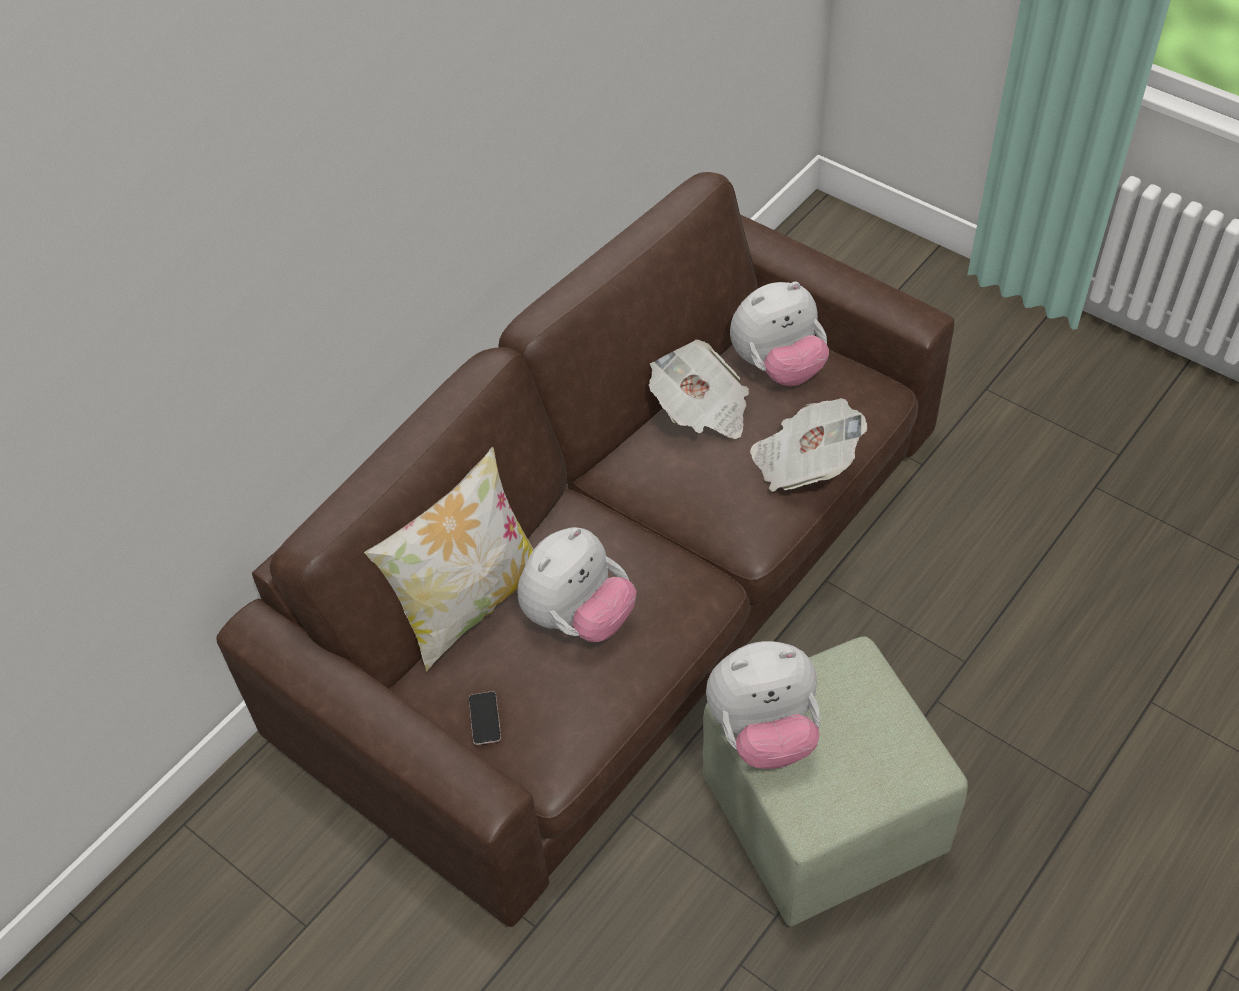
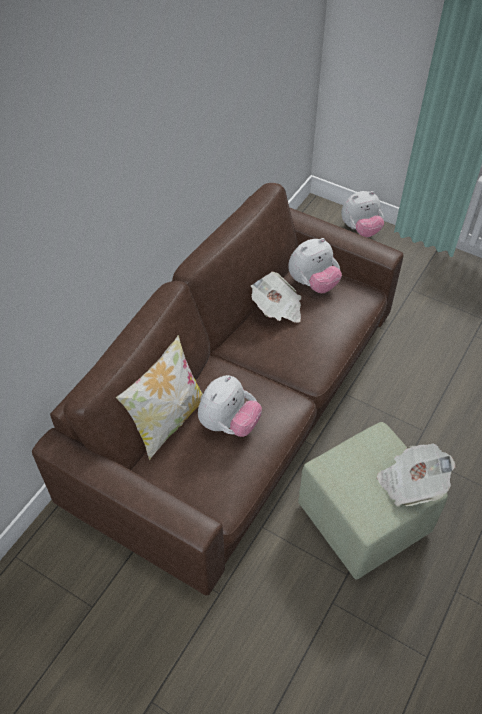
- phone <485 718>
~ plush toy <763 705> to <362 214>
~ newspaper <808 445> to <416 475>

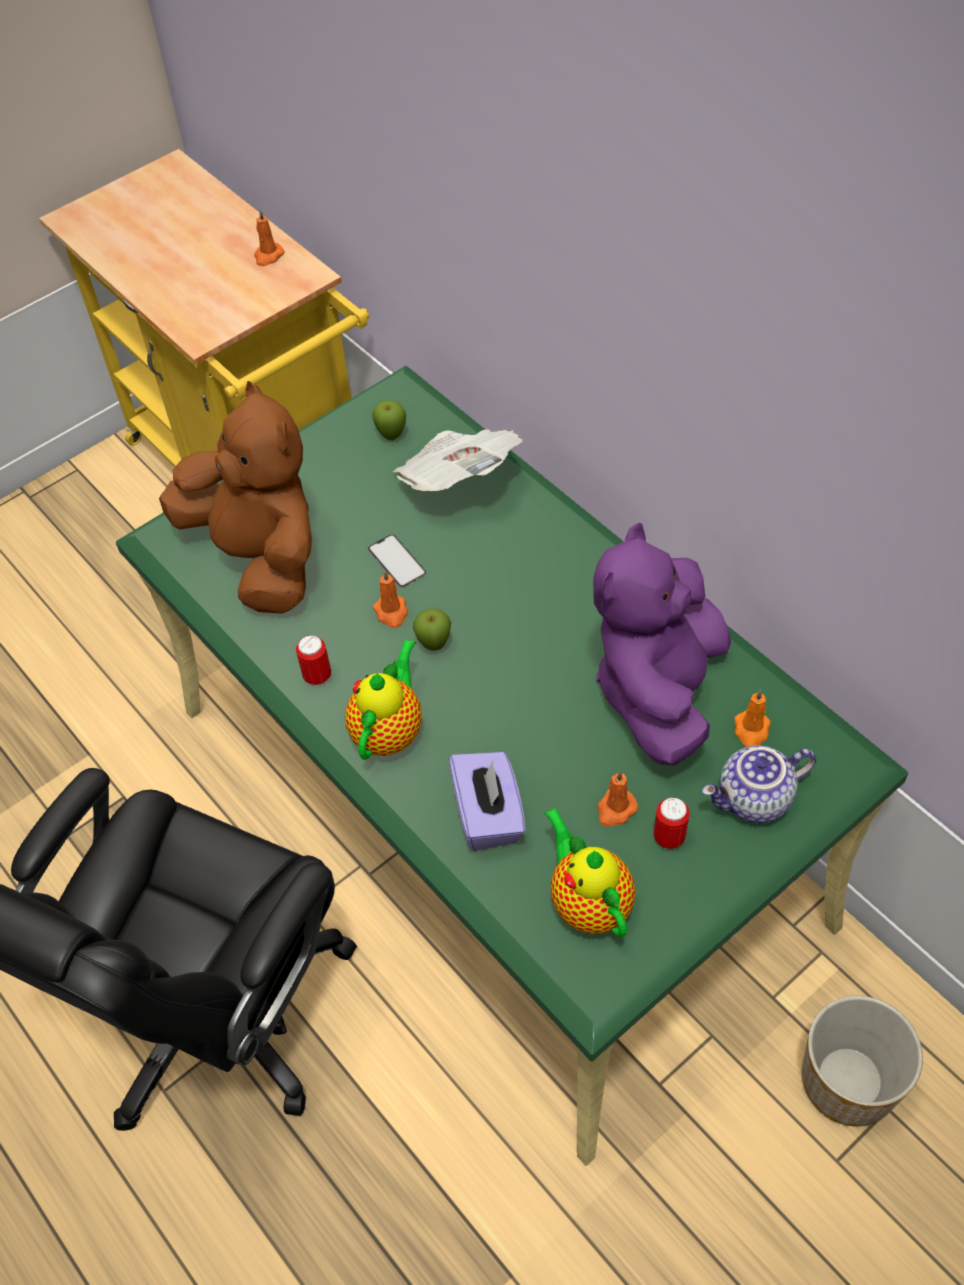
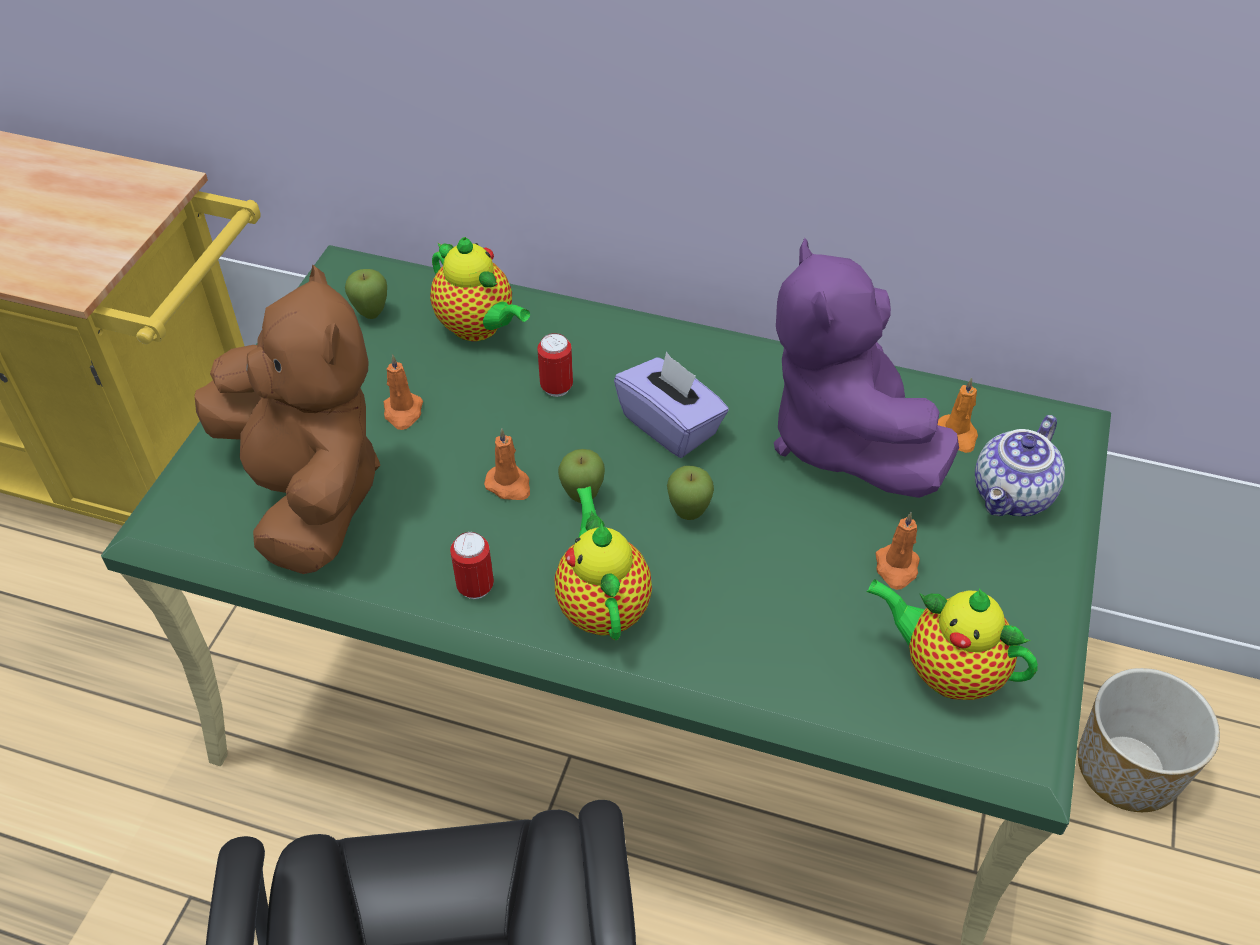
- phone <397 561>
+ apple <690 493>
~ orange candle <269 238> to <403 392>
~ purple tissue box <487 801> to <671 405>
~ can <672 823> to <555 365>
~ newspaper <458 460> to teapot <480 289>
~ brown plush toy <235 497> = <287 419> 45 degrees clockwise

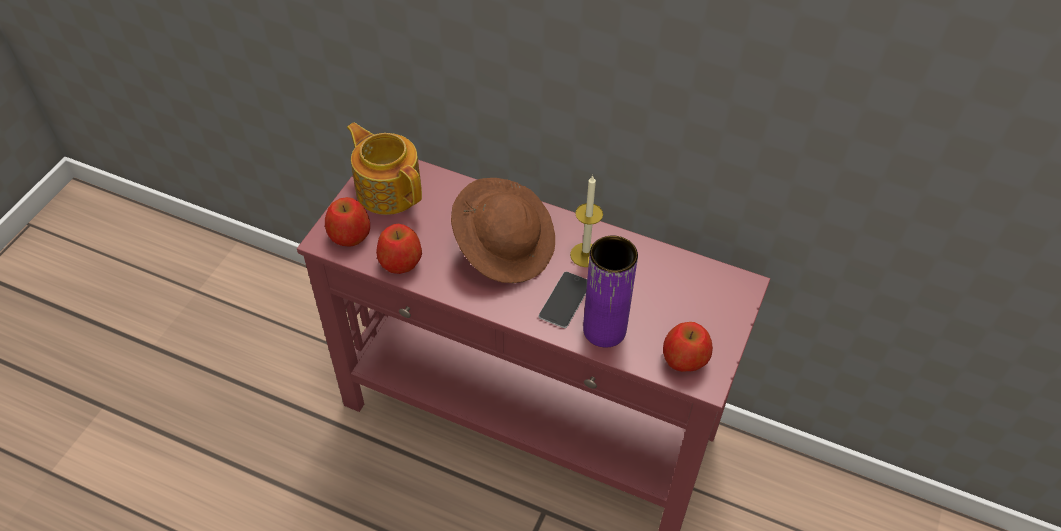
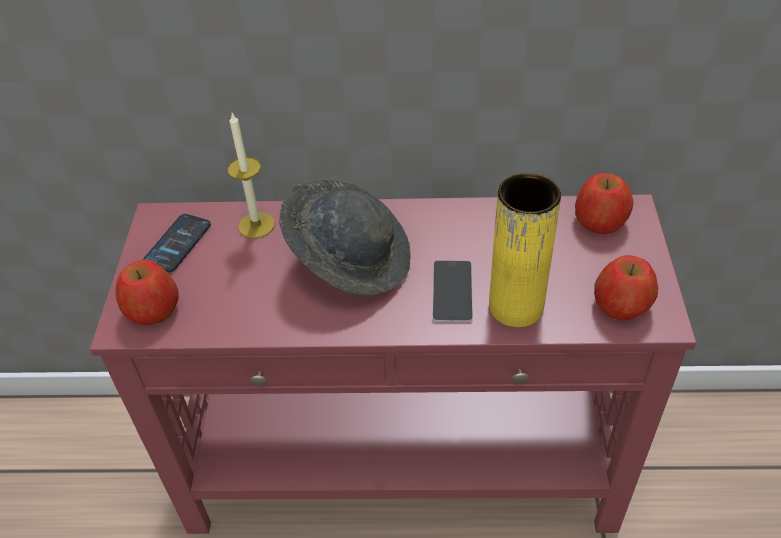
~ apple <399 249> to <604 203>
~ candle <586 221> to <251 176>
~ teapot <384 168> to phone <177 243>
~ brown hat <503 230> to grey hat <345 238>
~ purple vase <610 291> to yellow vase <525 250>

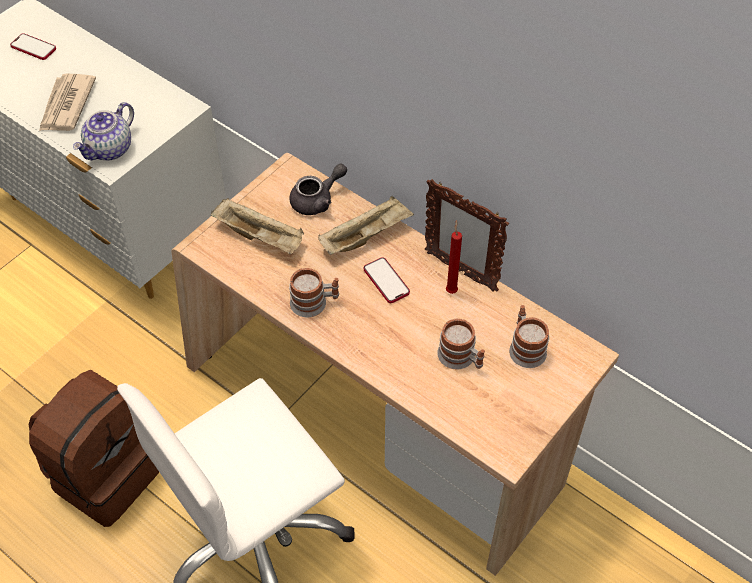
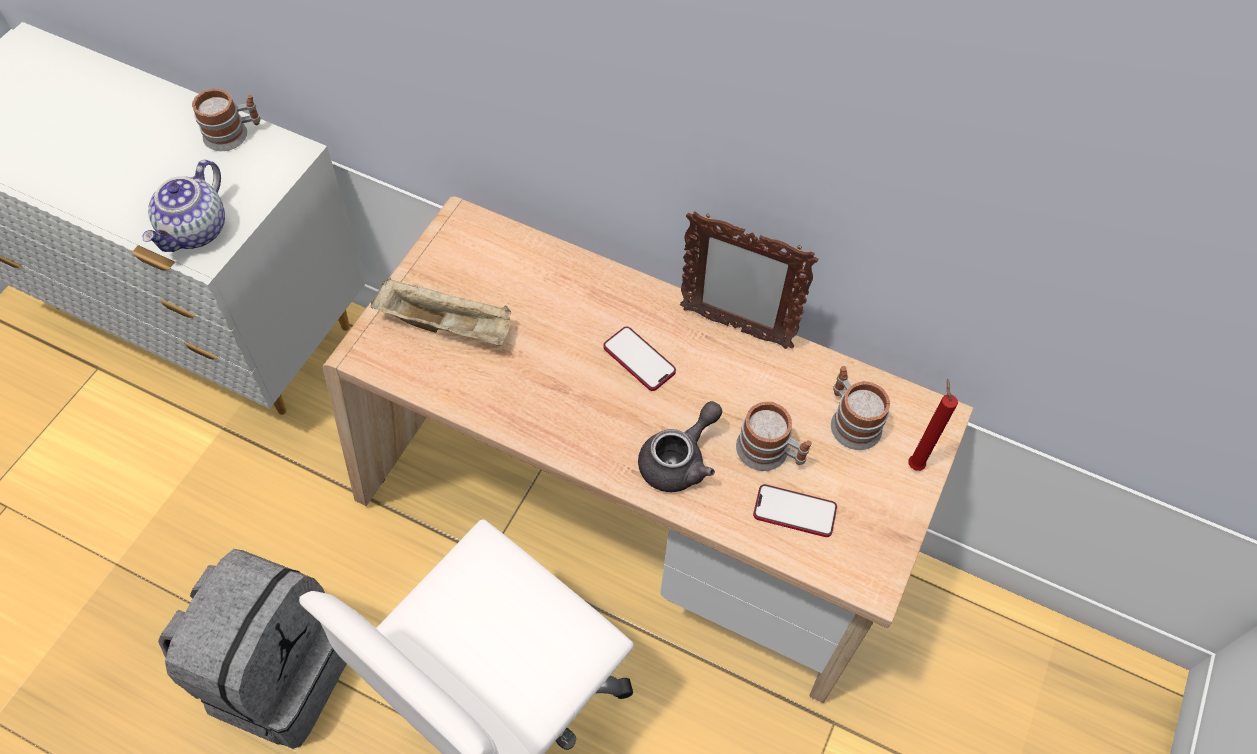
- newspaper <67 102>
- beige tray <366 225>
~ phone <33 46> to <795 510>
~ mug <314 292> to <226 120>
~ grey teapot <318 189> to <680 446>
~ red candle <454 257> to <933 424>
~ brown backpack <94 448> to grey backpack <252 649>

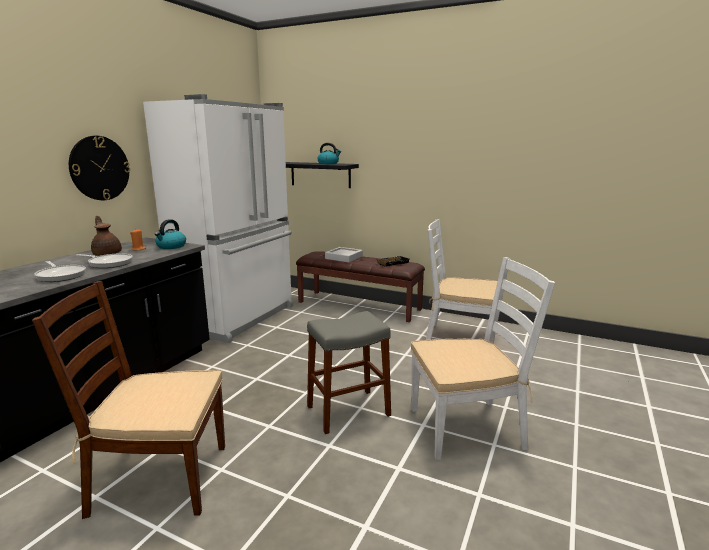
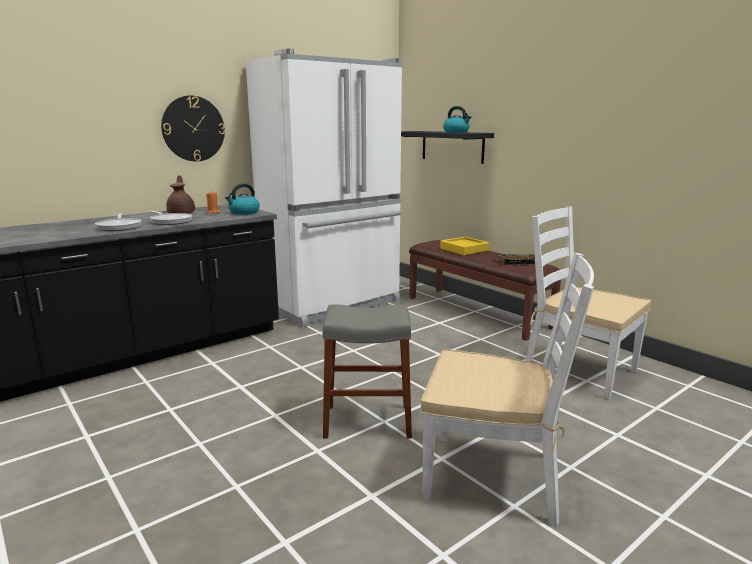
- brown chair <128 400>
~ grey tray <344 255> to yellow tray <464 246>

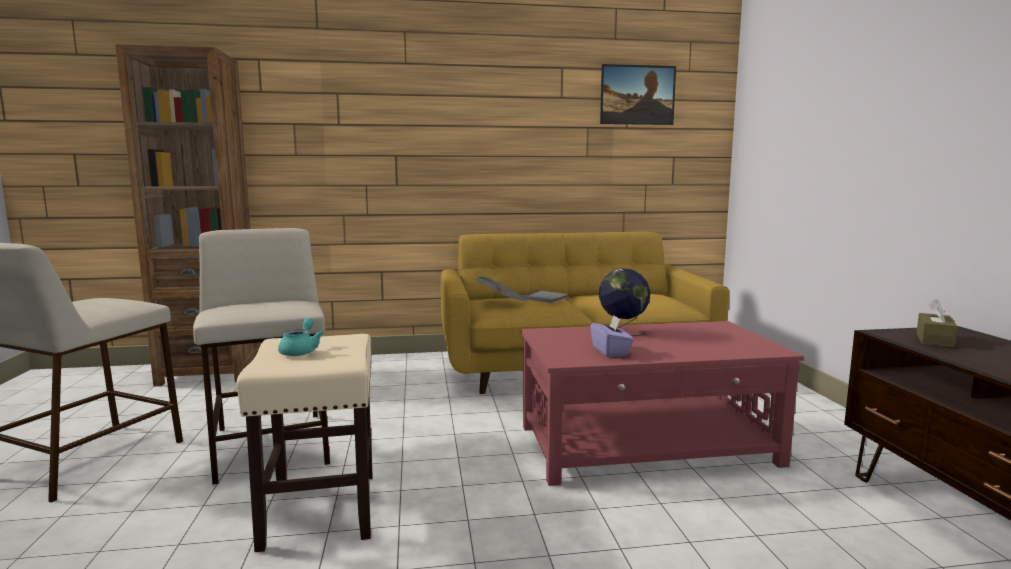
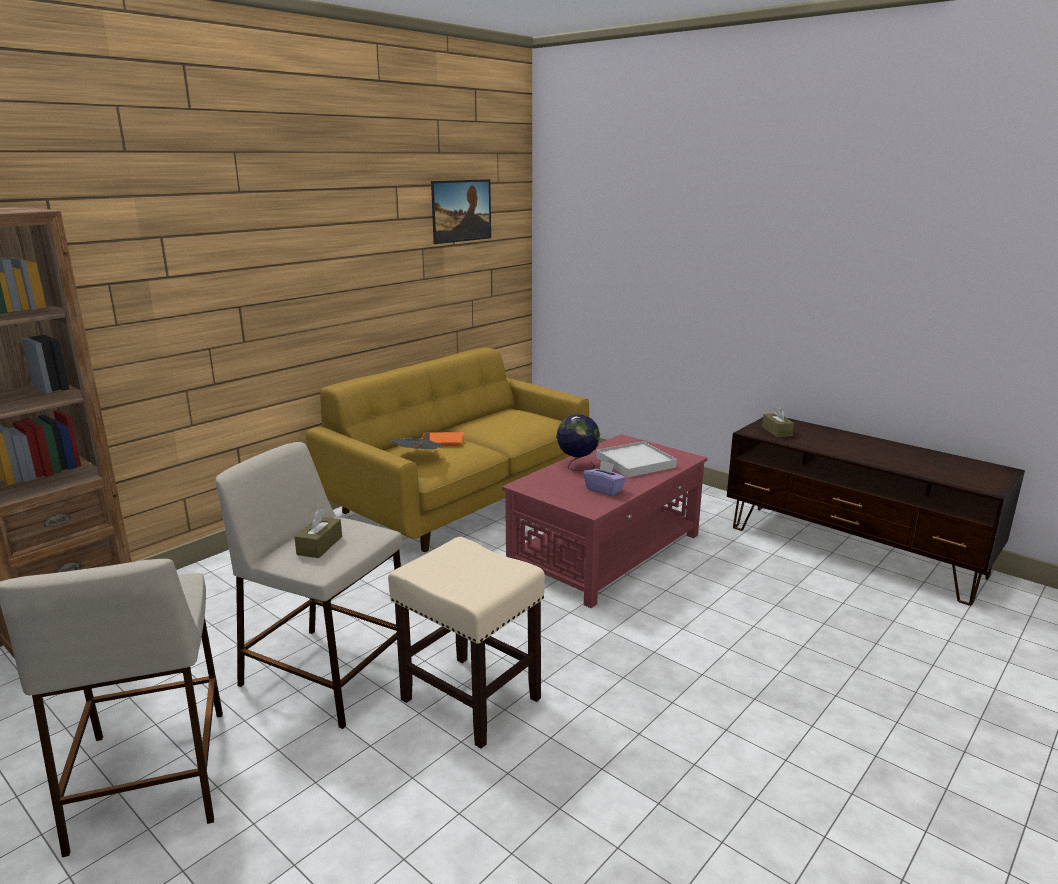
- turquoise teapot <301 337>
+ brown tissue box <318 533>
+ white tray <636 459>
~ grey book <544 296> to orange book <443 439>

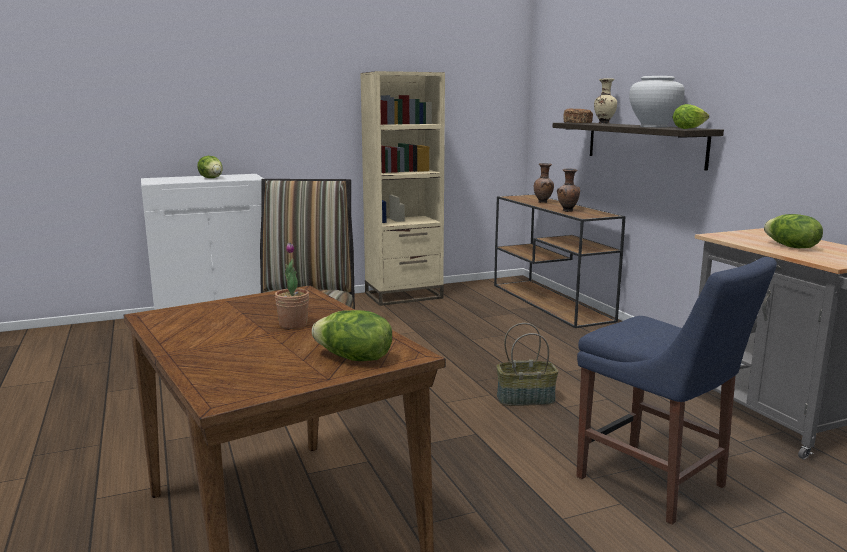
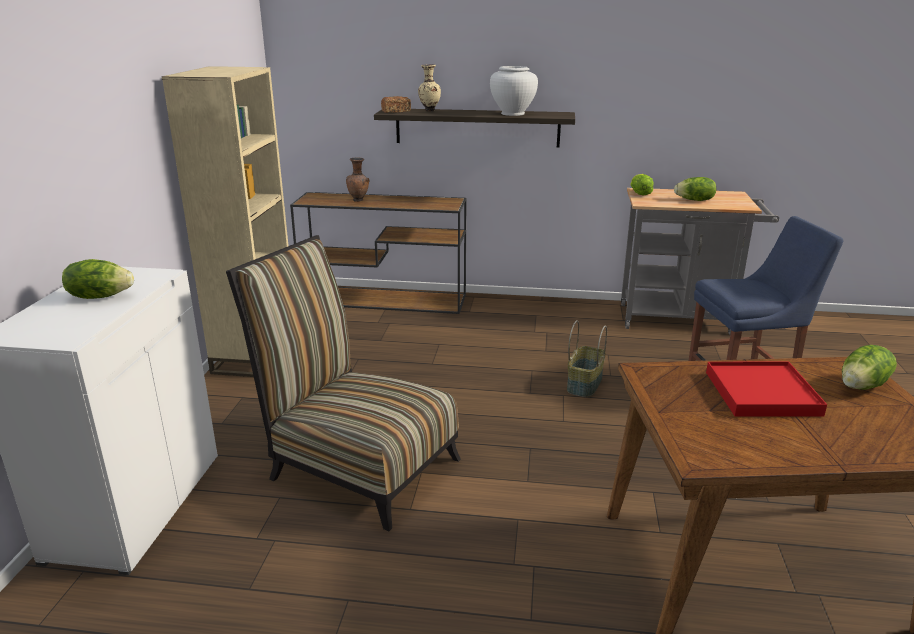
- brown vase <568 190>
~ lettuce <690 116> to <642 184>
~ potted plant <292 286> to red tray <766 389>

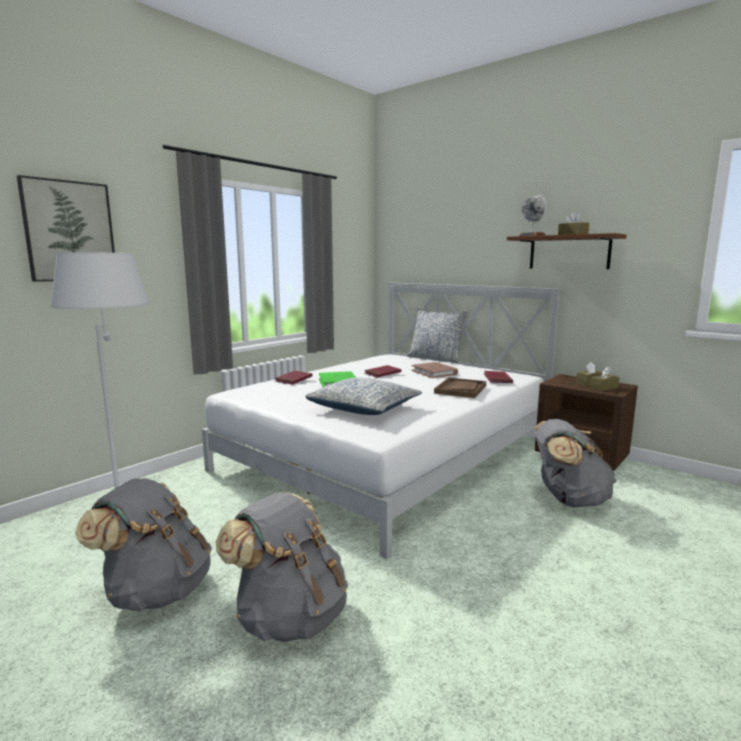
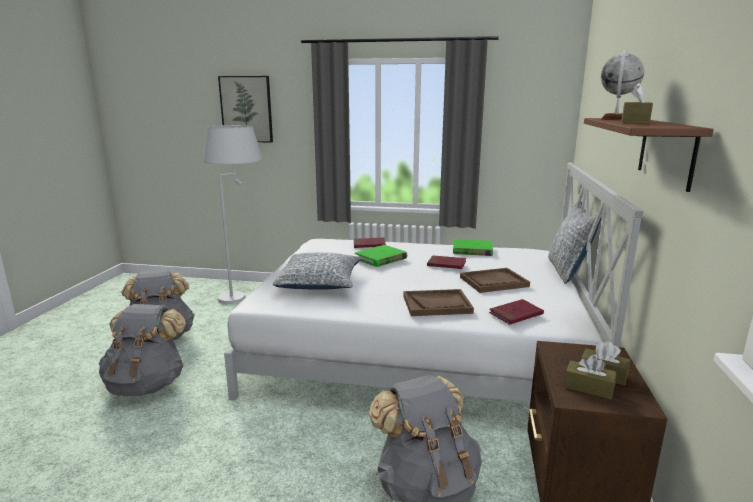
+ green book <473 247>
~ brown book <434 370> to brown tray <495 280>

